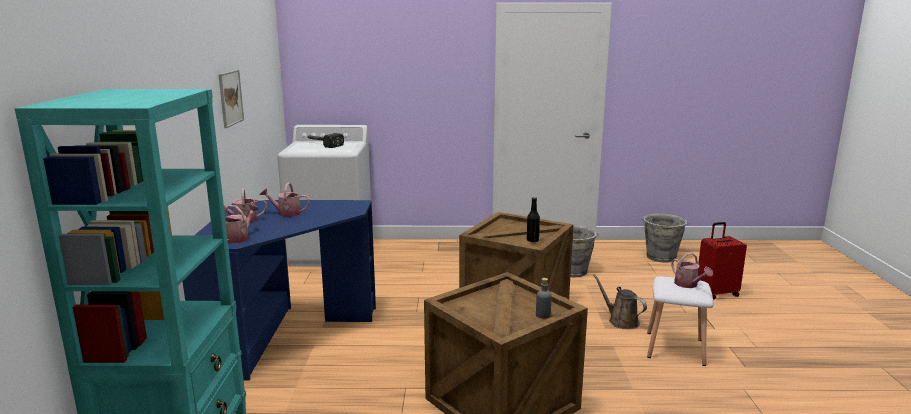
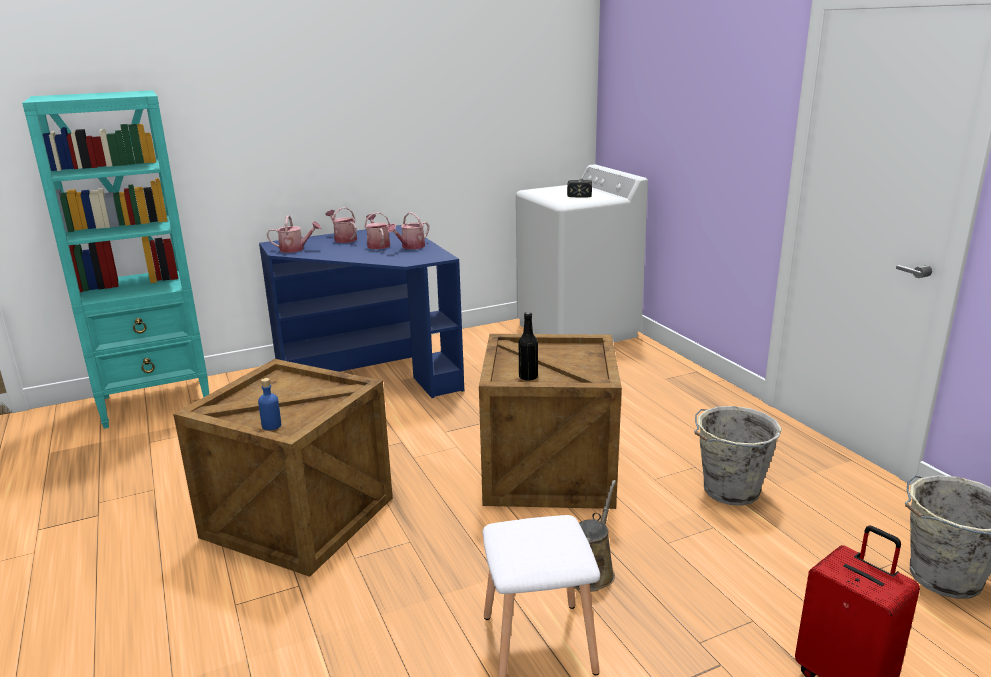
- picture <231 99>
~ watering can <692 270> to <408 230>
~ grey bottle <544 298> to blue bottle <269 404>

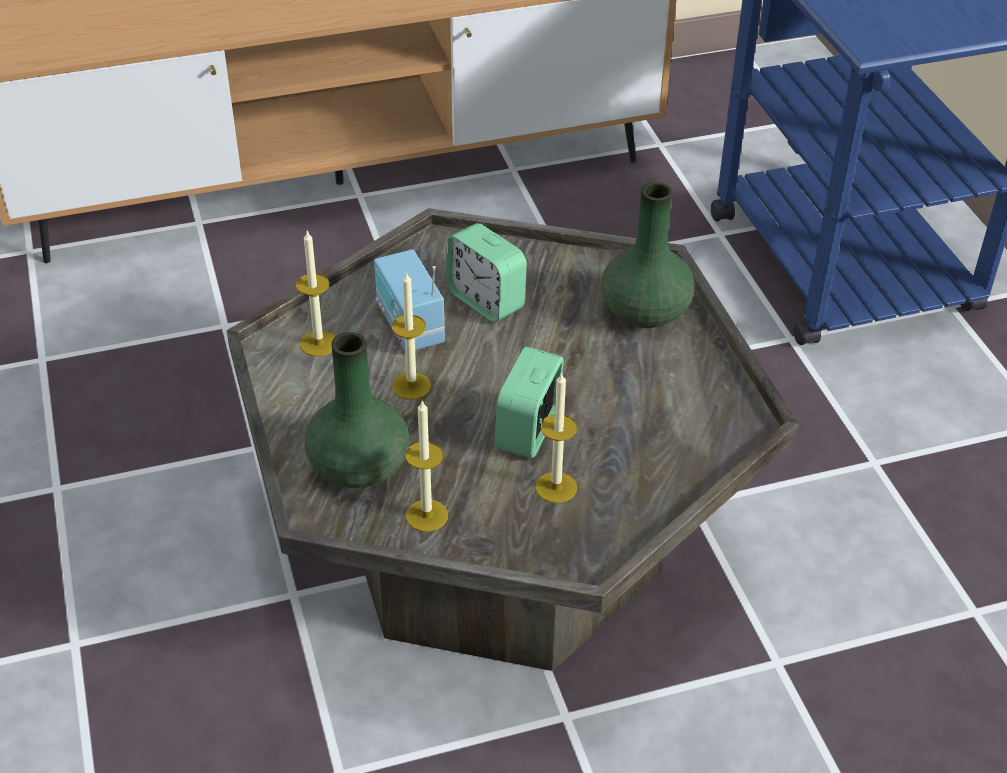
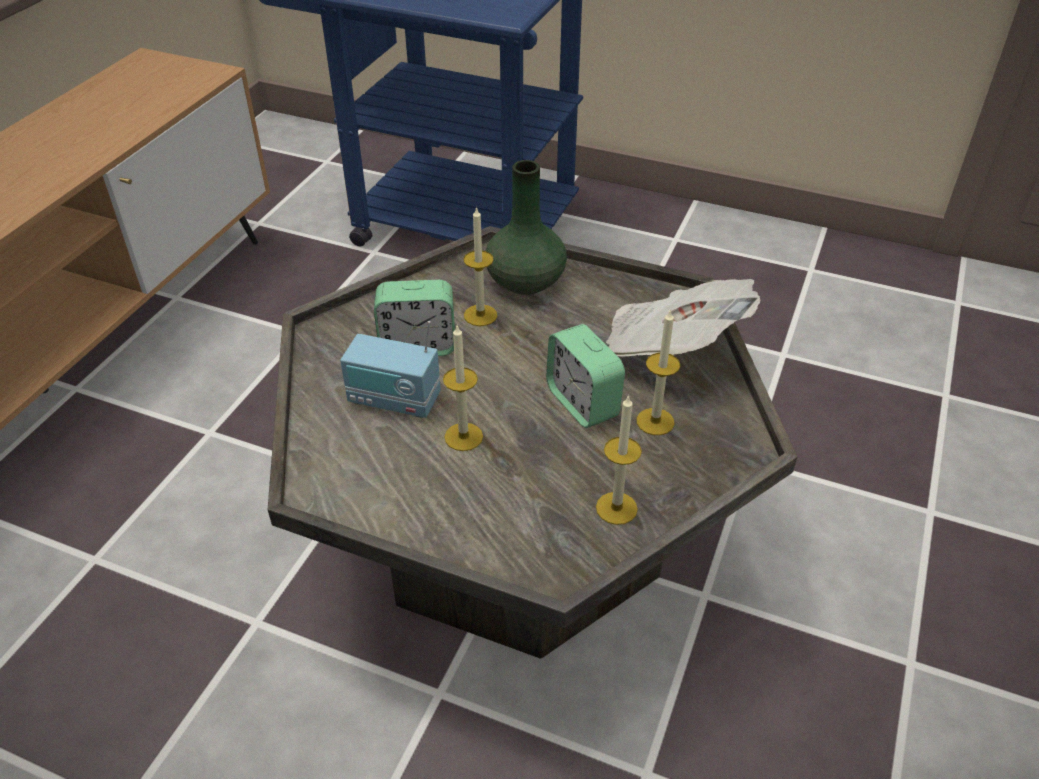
- green vase <357 410>
+ newspaper <683 318>
~ candle <315 293> to <480 266>

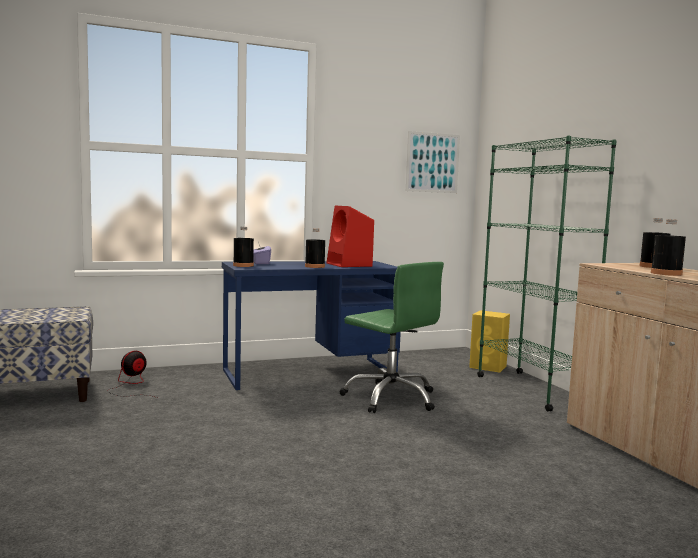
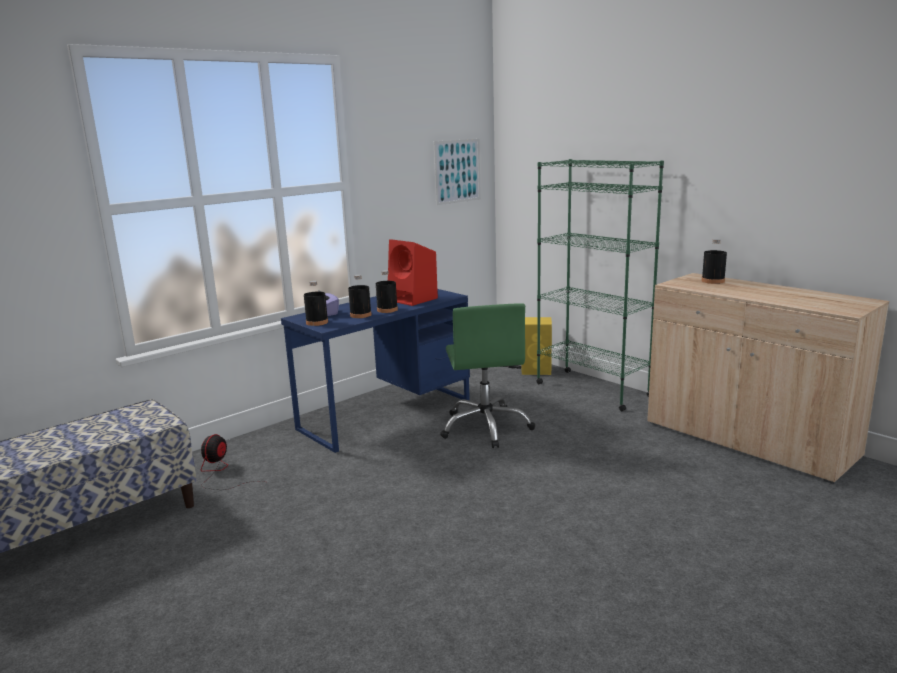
~ black bottle <668 247> to <360 296>
~ green office chair <392 337> = <487 375> 60 degrees clockwise

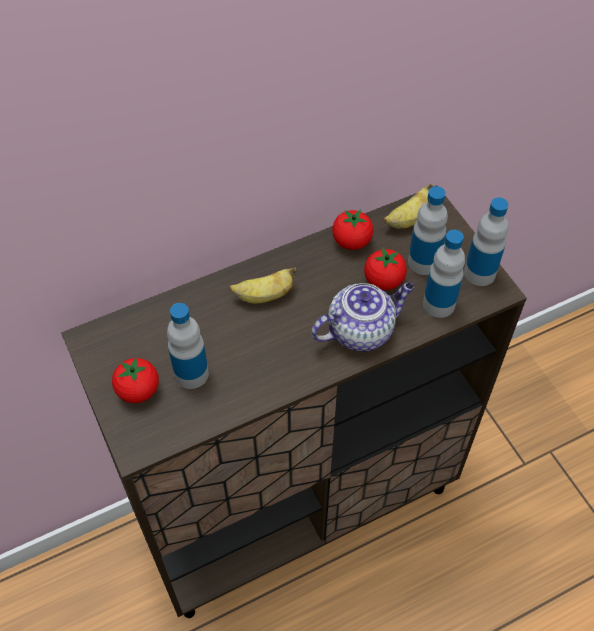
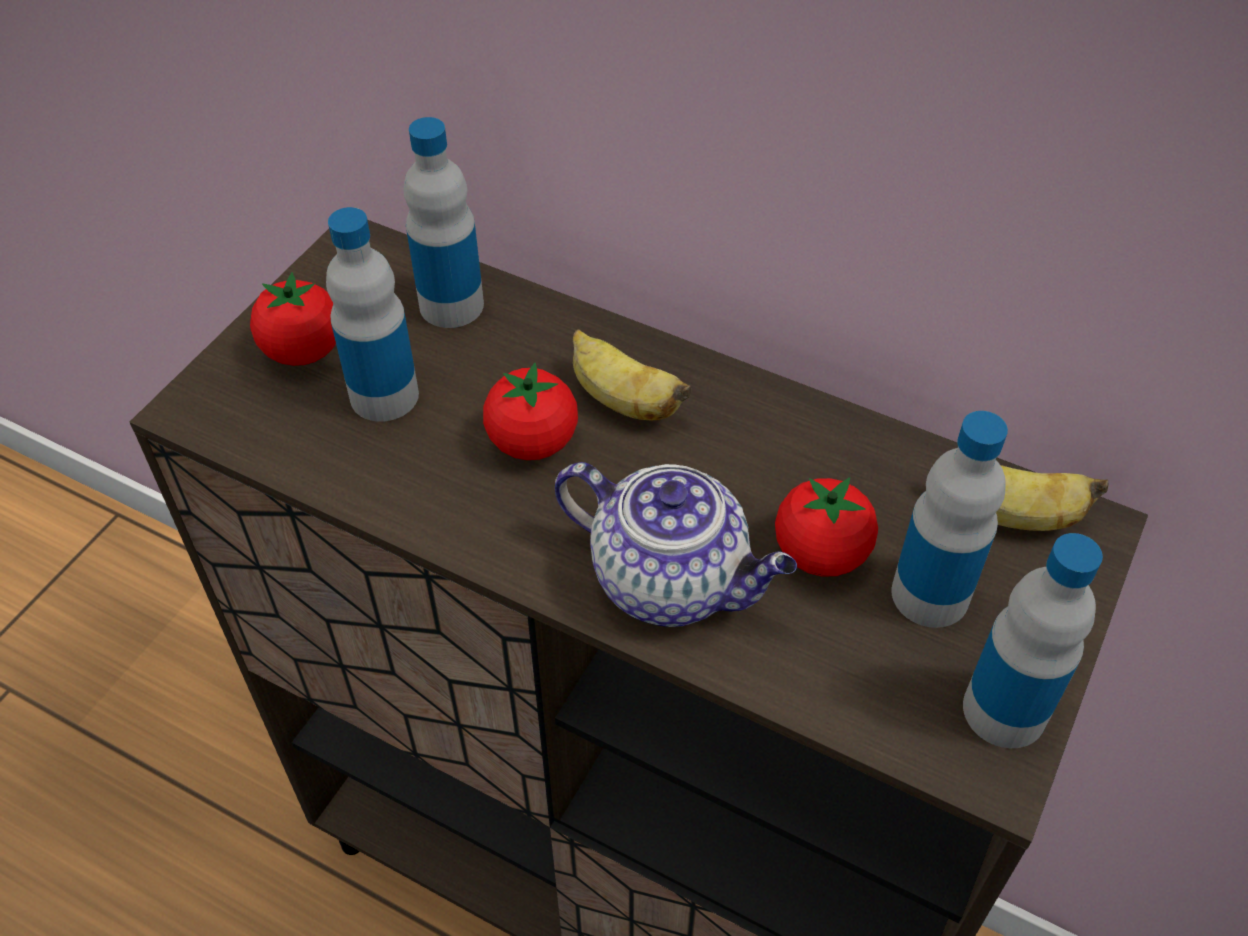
~ tomato <353 229> to <530 411>
~ bottle <444 274> to <444 222>

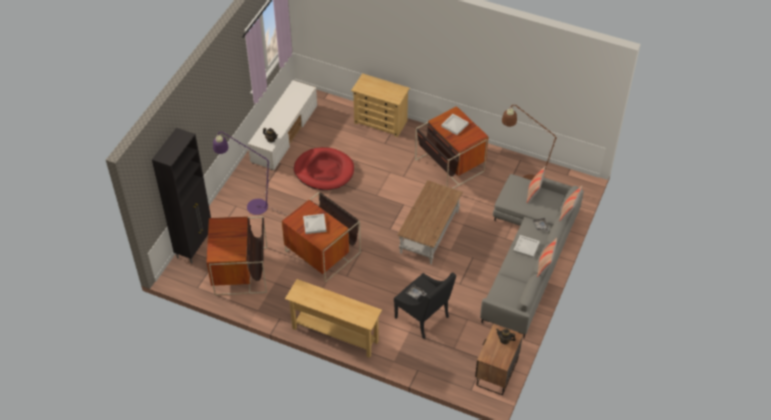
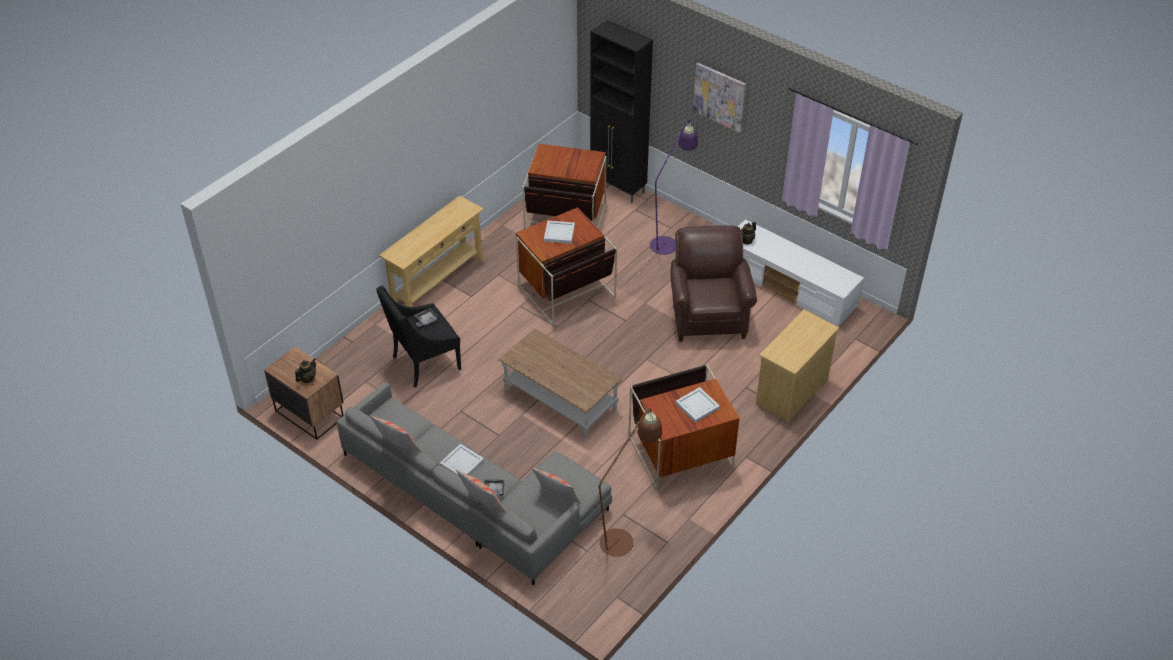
+ picture <719 98>
~ red dog bed <324 169> to brown armchair <713 283>

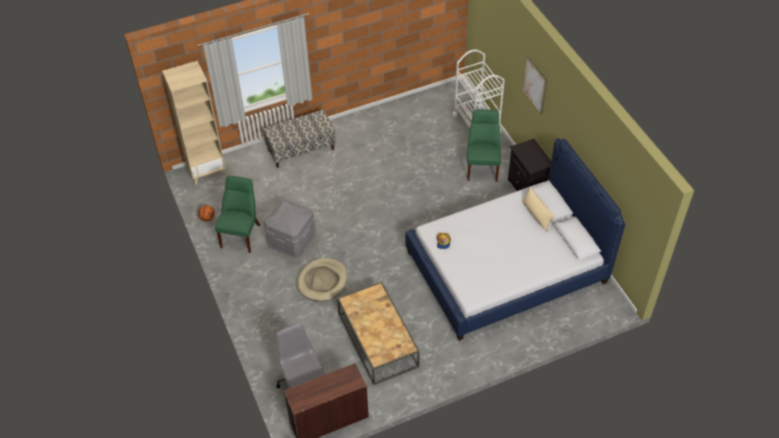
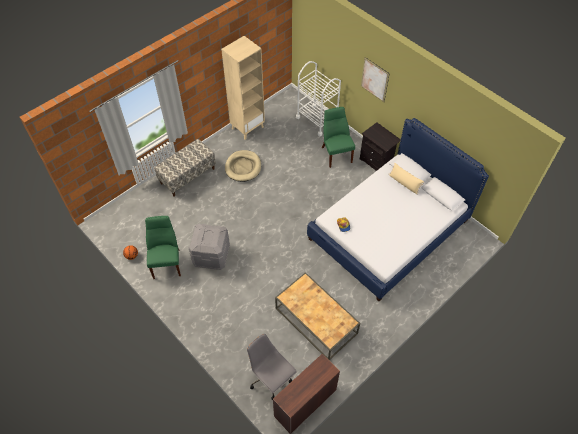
~ beige bookcase <193 123> to <243 88>
~ beige dog bed <322 279> to <243 166>

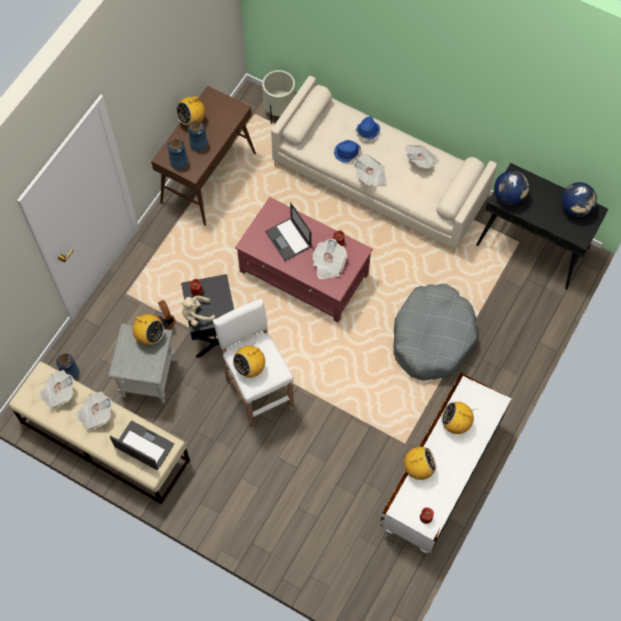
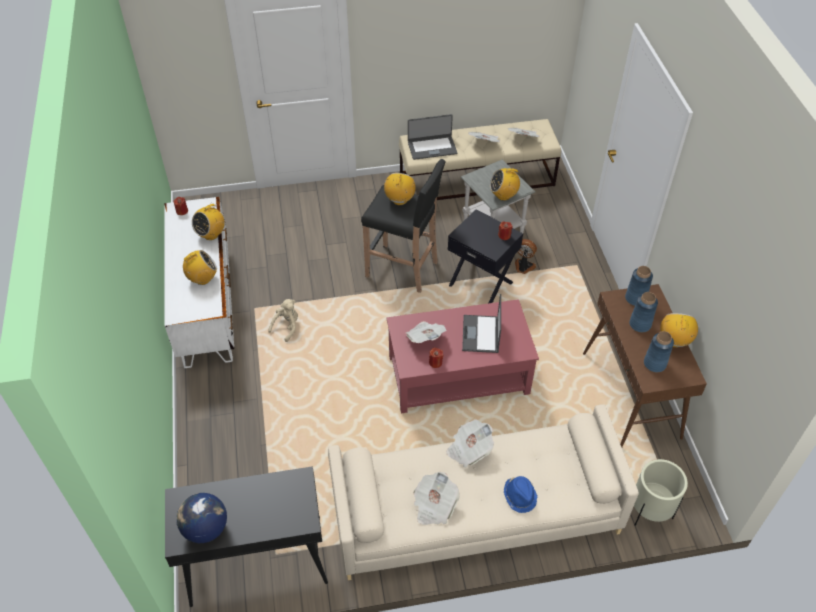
- blue hat <347 151>
- grey dog bed <435 332>
- globe <511 187>
~ blue vase <68 367> to <659 351>
~ beige plush toy <197 310> to <283 320>
~ white stool <253 364> to black stool <403 226>
~ laptop <288 231> = <481 323> 105 degrees counterclockwise

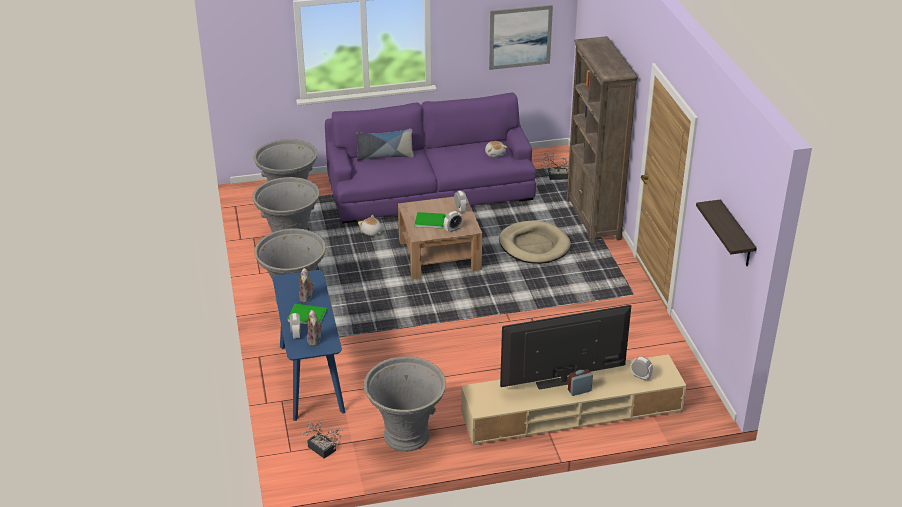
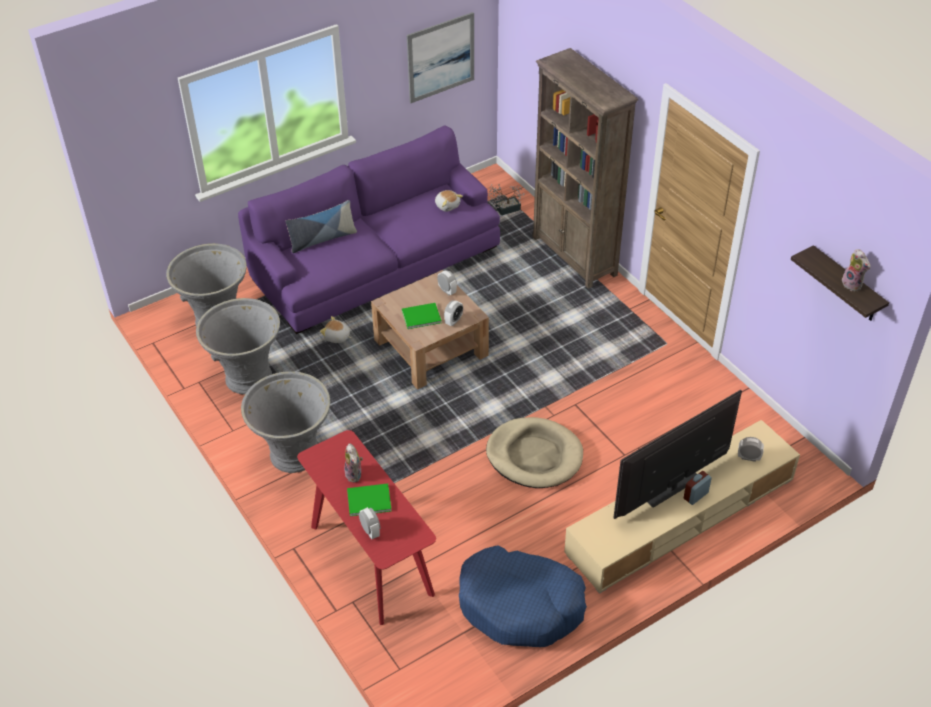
- potted plant <322 440>
~ plush toy <315 328> to <856 270>
~ beige dog bed <535 242> to <534 452>
~ grey planter <405 404> to blue dog bed <523 596>
~ blue console table <309 345> to red console table <366 527>

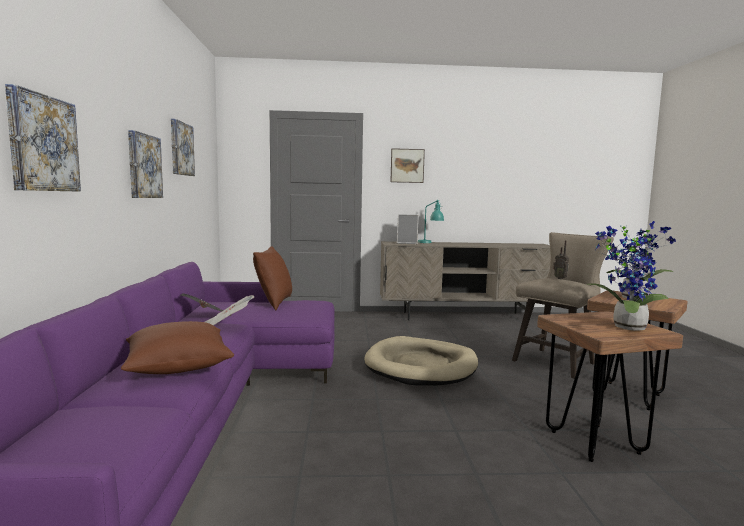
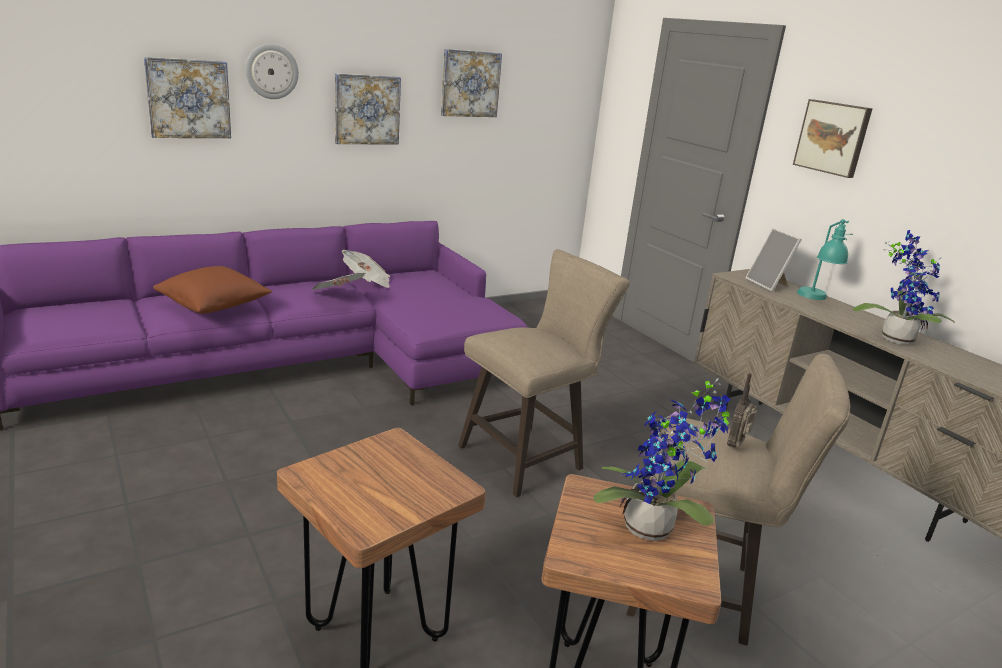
- brown pillow <272 278>
+ wall clock <272 71>
~ potted plant <627 278> to <904 287>
~ beige dog bed <421 361> to beige stool <544 373>

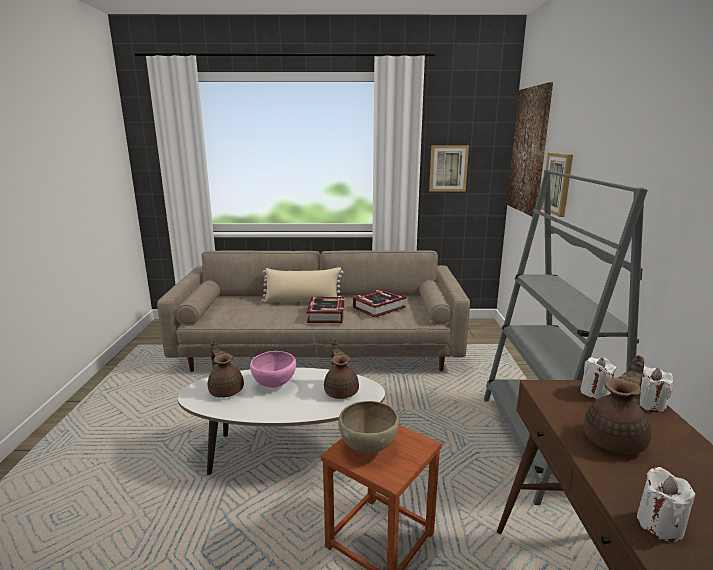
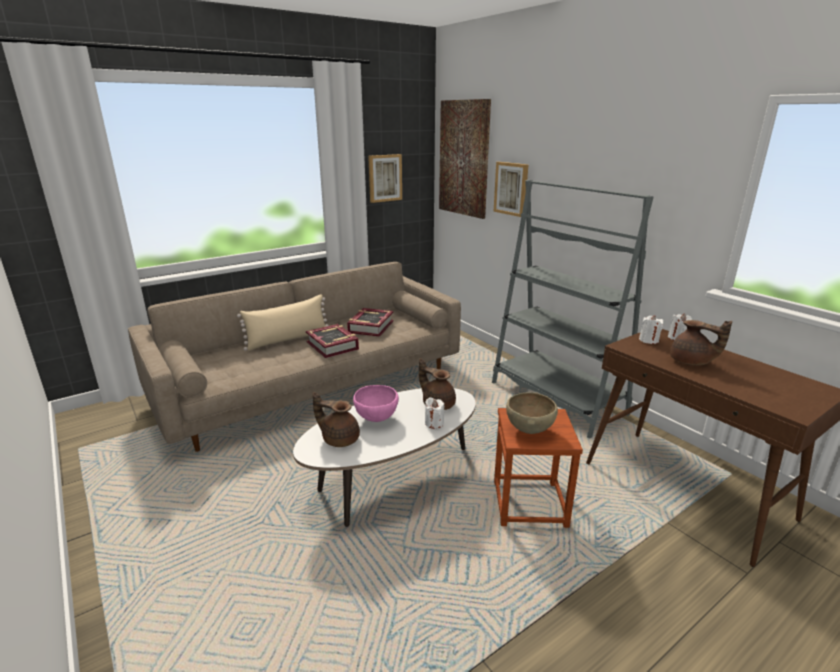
~ white candle <666 504> to <434 413>
~ brown teapot <617 404> = <701 342> 120 degrees clockwise

